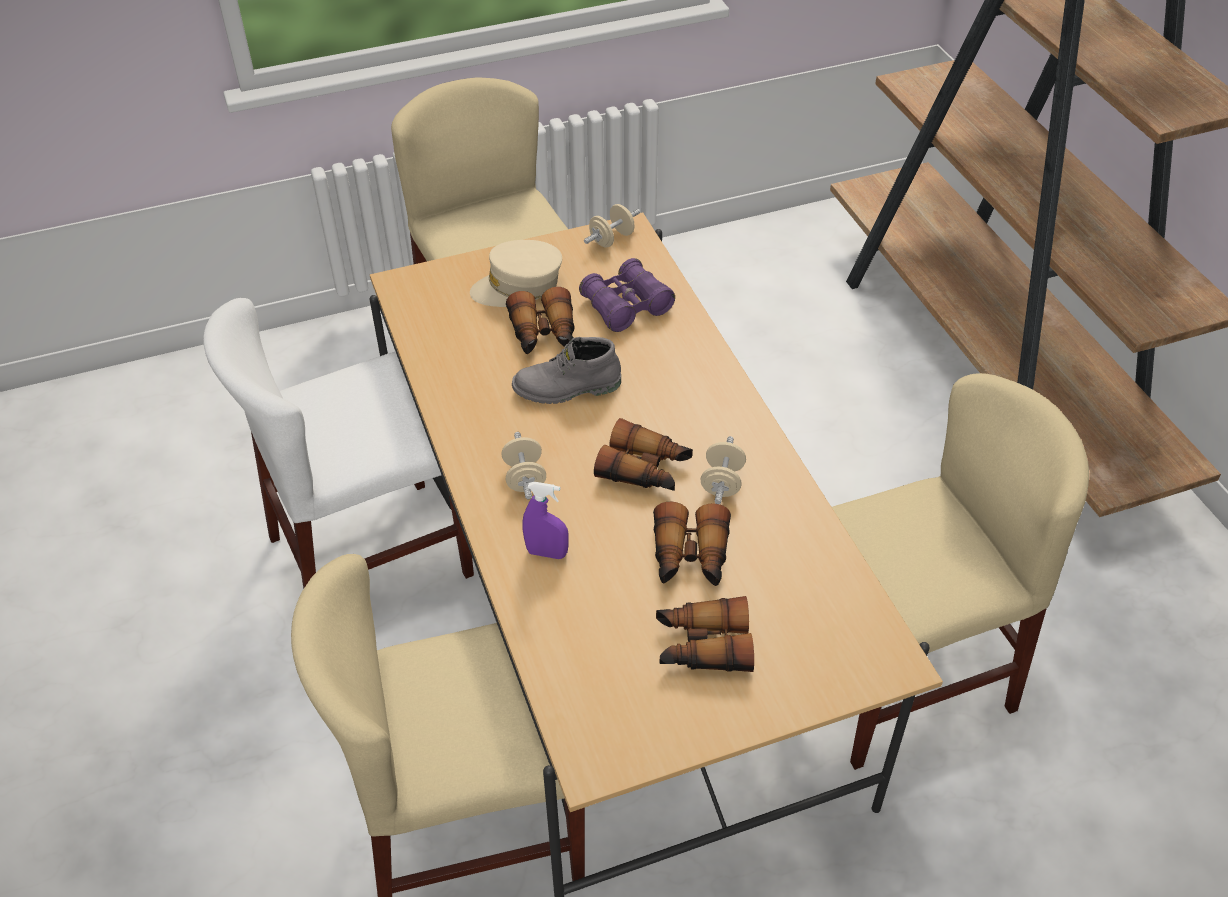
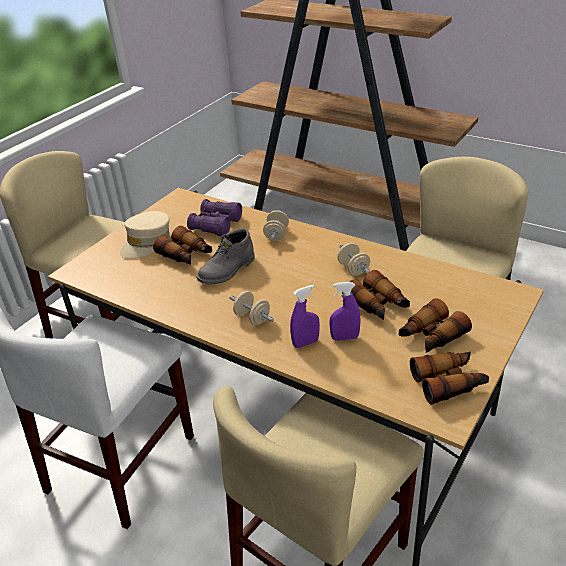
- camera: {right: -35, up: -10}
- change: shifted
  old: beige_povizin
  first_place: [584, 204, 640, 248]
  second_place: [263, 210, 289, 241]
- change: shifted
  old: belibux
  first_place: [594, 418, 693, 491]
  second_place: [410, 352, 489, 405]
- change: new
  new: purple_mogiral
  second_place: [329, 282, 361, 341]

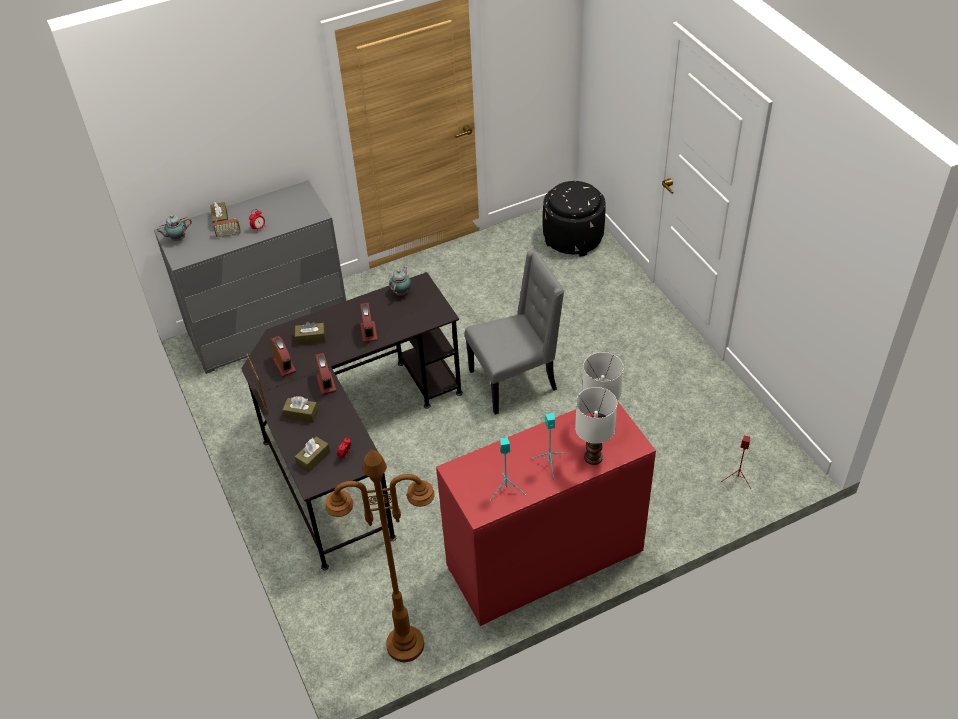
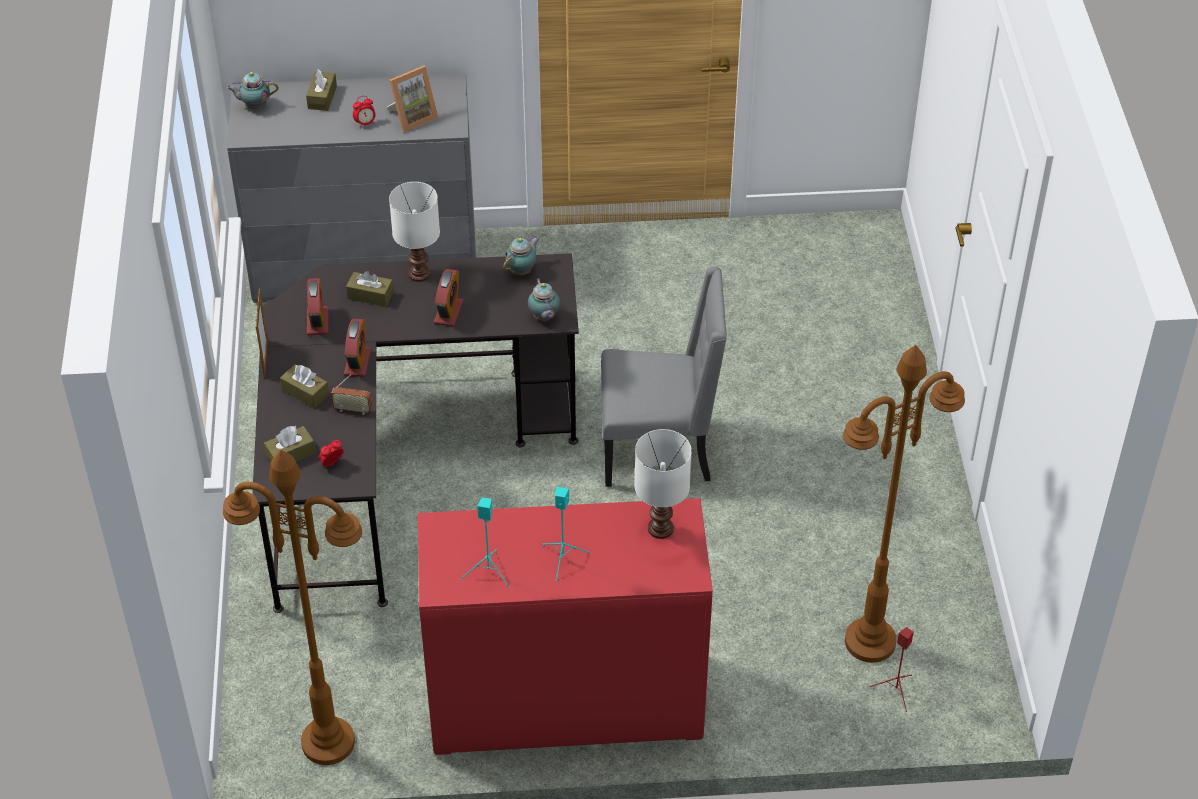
- camera: {right: 20, up: 0}
- change: gone
  old: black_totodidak
  first_place: [543, 181, 606, 257]
- change: shifted
  old: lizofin
  first_place: [213, 210, 241, 238]
  second_place: [331, 374, 372, 415]
- change: shifted
  old: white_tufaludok
  first_place: [575, 387, 617, 465]
  second_place: [389, 182, 440, 282]
- change: new
  new: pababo
  second_place: [387, 65, 438, 132]
- change: new
  new: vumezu
  second_place: [528, 278, 560, 321]
- change: new
  new: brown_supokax
  second_place: [843, 345, 965, 663]

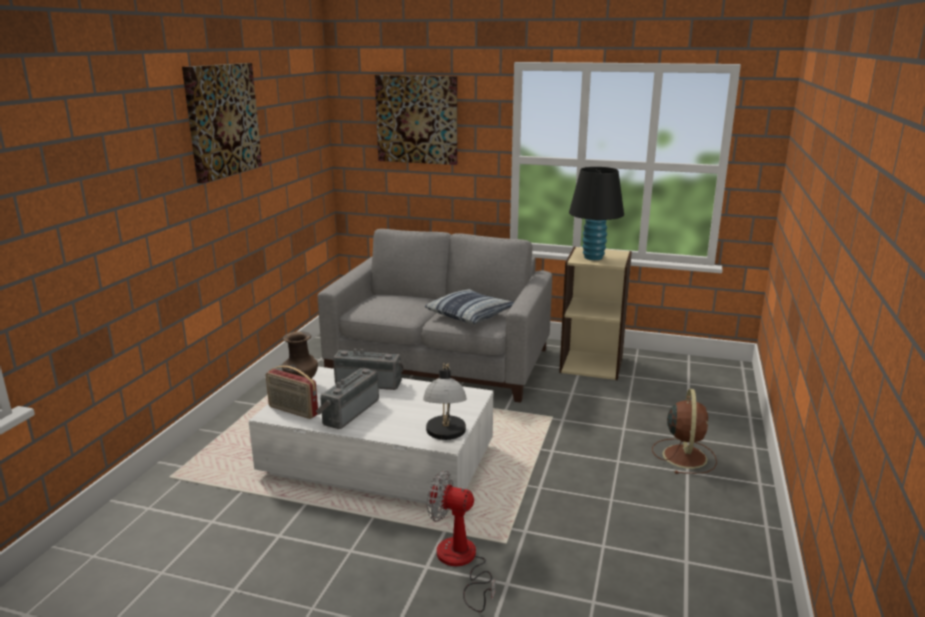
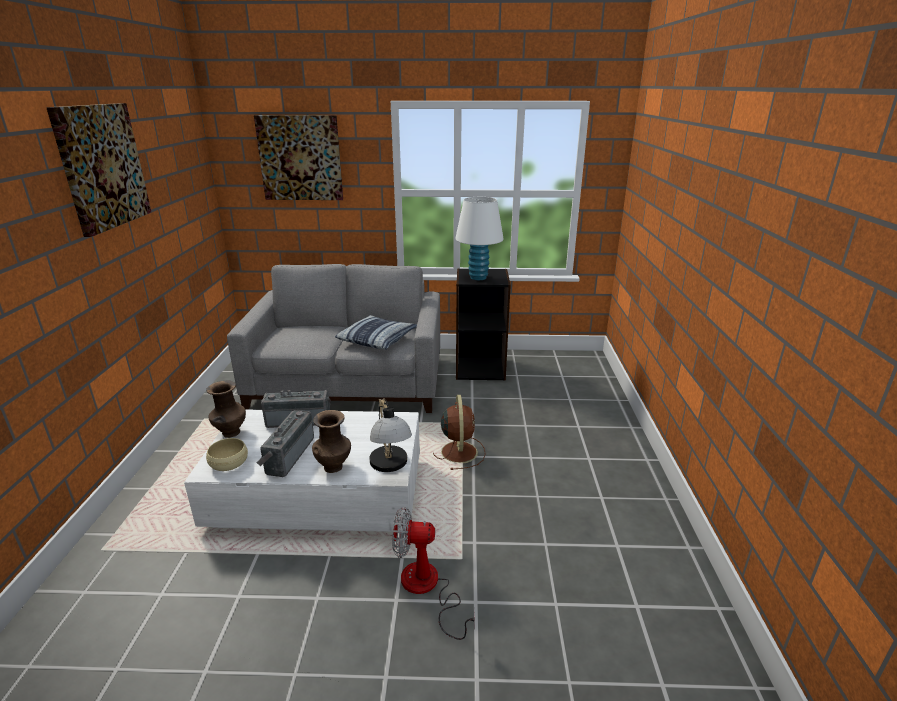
- camera: {right: -15, up: 5}
- change: repainted
  old: black_tufaludok
  new: white_tufaludok
  first_place: [569, 167, 624, 260]
  second_place: [455, 197, 504, 280]
- change: repainted
  old: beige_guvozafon
  new: black_guvozafon
  first_place: [559, 247, 632, 380]
  second_place: [456, 268, 511, 381]
- change: swapped
  old: lizofin
  new: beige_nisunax
  first_place: [265, 366, 318, 419]
  second_place: [206, 438, 248, 471]
- change: shifted
  old: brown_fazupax
  first_place: [652, 389, 717, 474]
  second_place: [433, 395, 486, 470]
- change: new
  new: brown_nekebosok
  second_place: [312, 410, 351, 473]

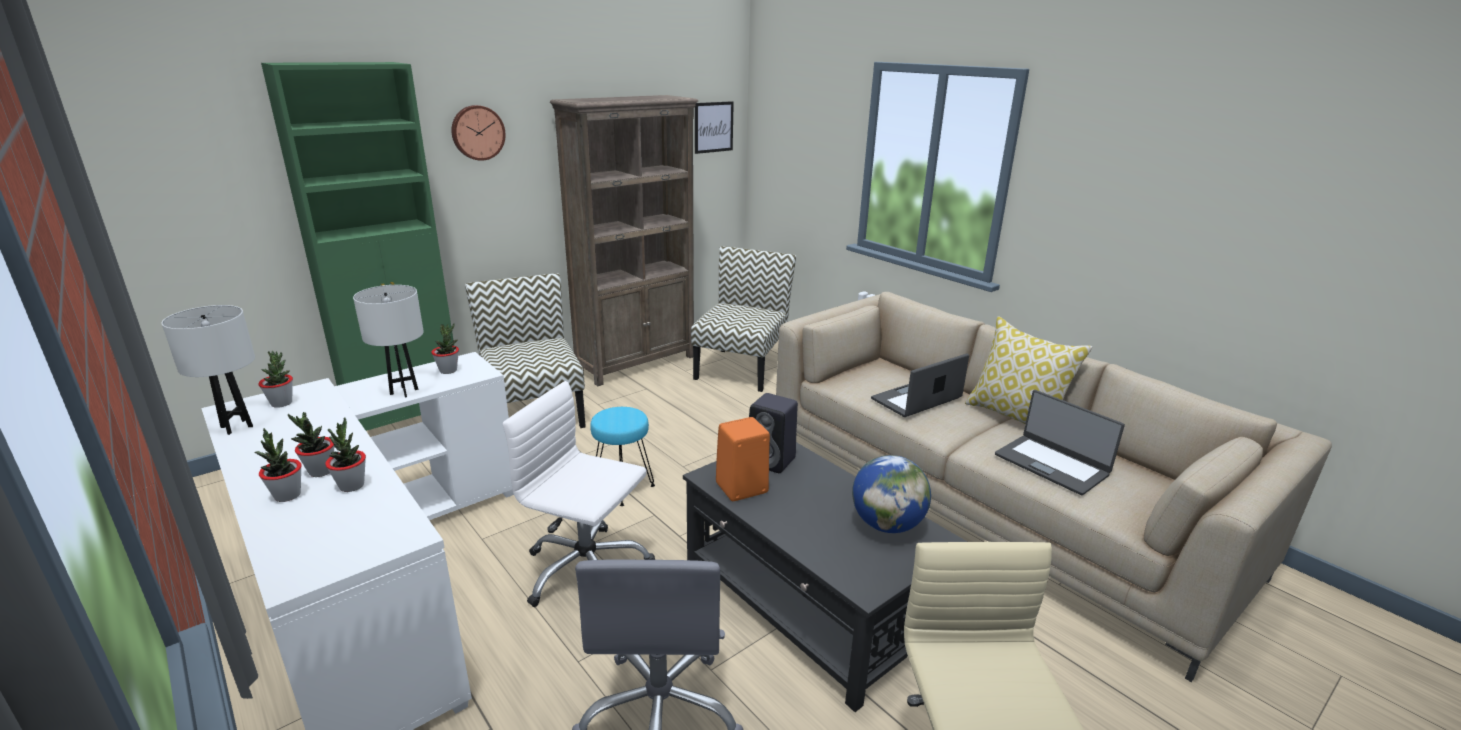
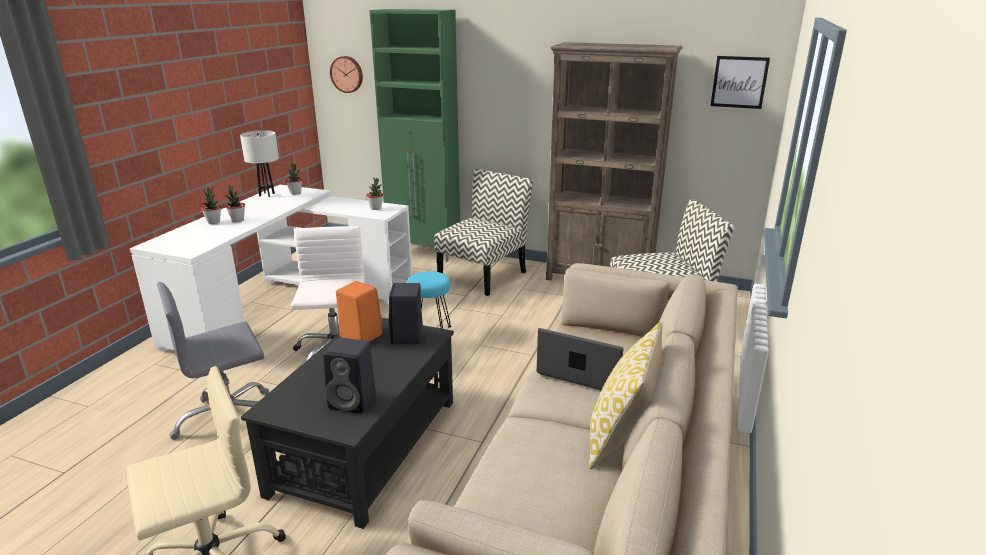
- camera: {right: 60, up: 0}
- change: shifted
  old: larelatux
  first_place: [451, 105, 506, 161]
  second_place: [330, 56, 363, 93]
- change: gone
  old: white_tufaludok
  first_place: [353, 285, 424, 398]
- change: gone
  old: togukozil
  first_place: [995, 390, 1125, 495]
- change: gone
  old: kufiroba
  first_place: [325, 417, 366, 492]
- change: swapped
  old: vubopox
  new: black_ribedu
  first_place: [852, 455, 931, 533]
  second_place: [323, 338, 376, 413]

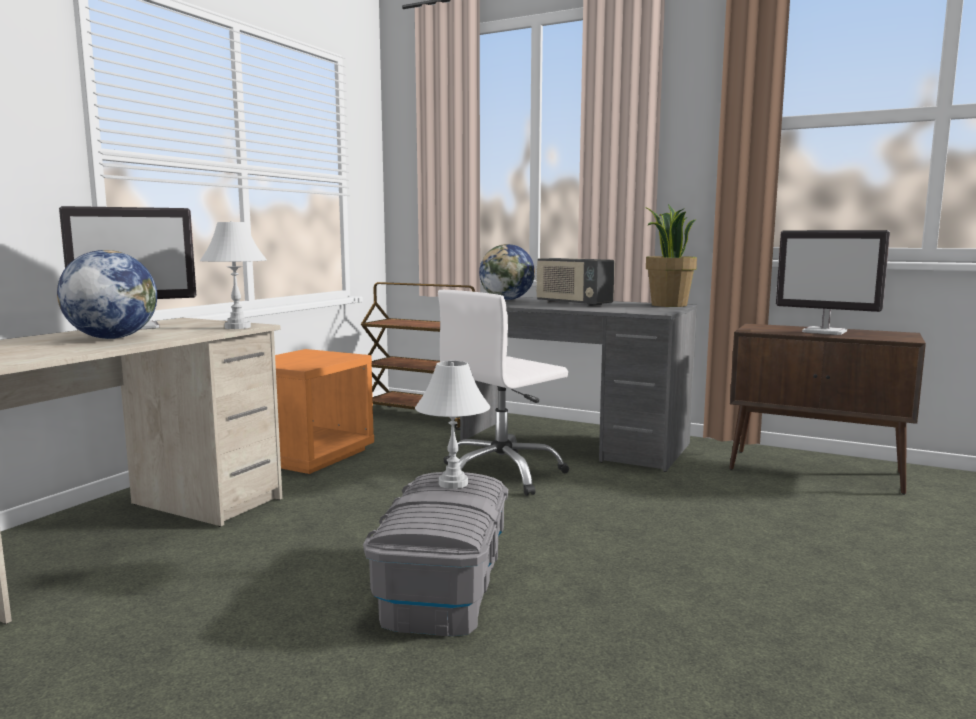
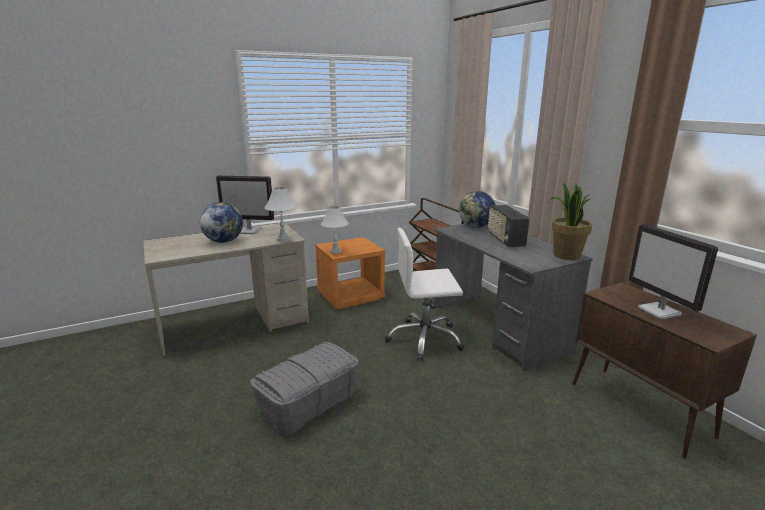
- camera: {right: 35, up: 10}
- change: shifted
  old: white_tufaludok
  first_place: [415, 361, 490, 489]
  second_place: [321, 206, 349, 254]

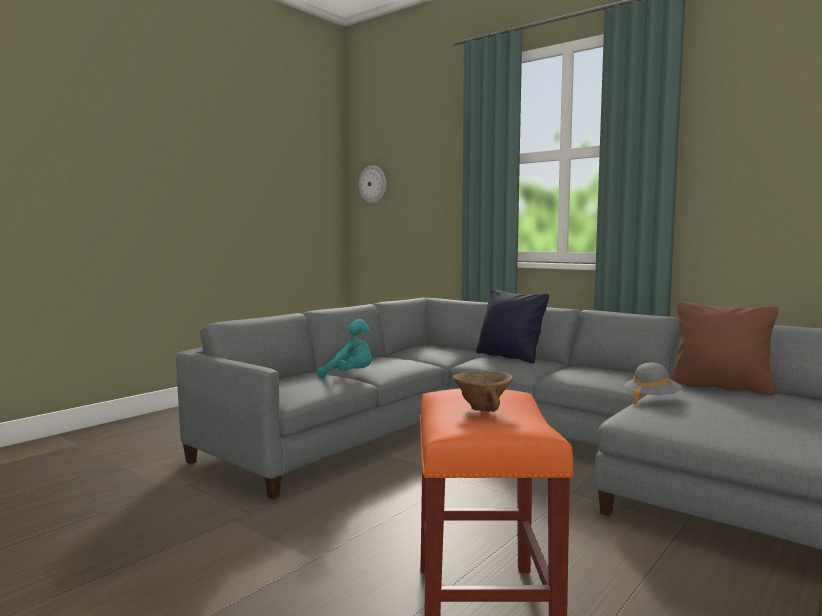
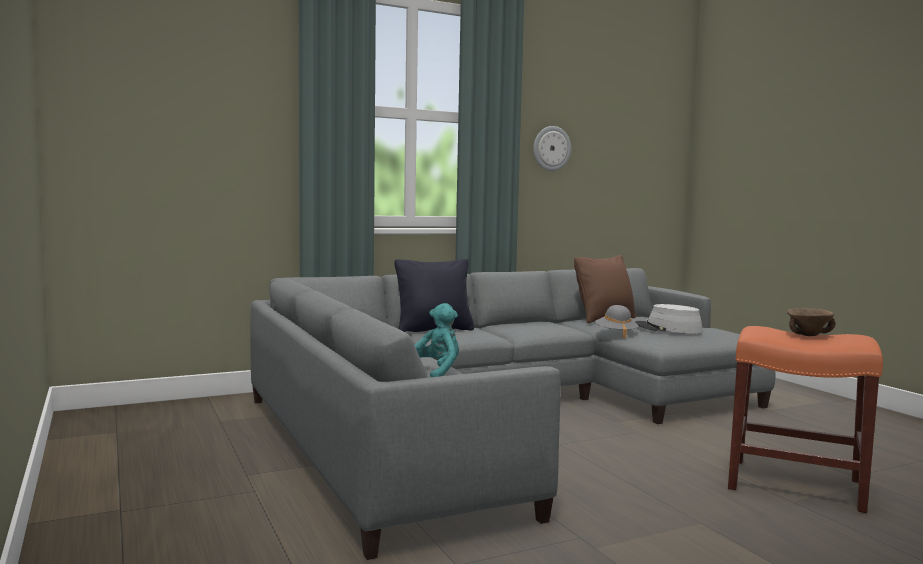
- camera: {right: -65, up: 0}
- change: shifted
  old: larelatux
  first_place: [359, 165, 386, 203]
  second_place: [533, 126, 571, 171]
- change: new
  new: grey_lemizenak
  second_place: [635, 304, 703, 333]

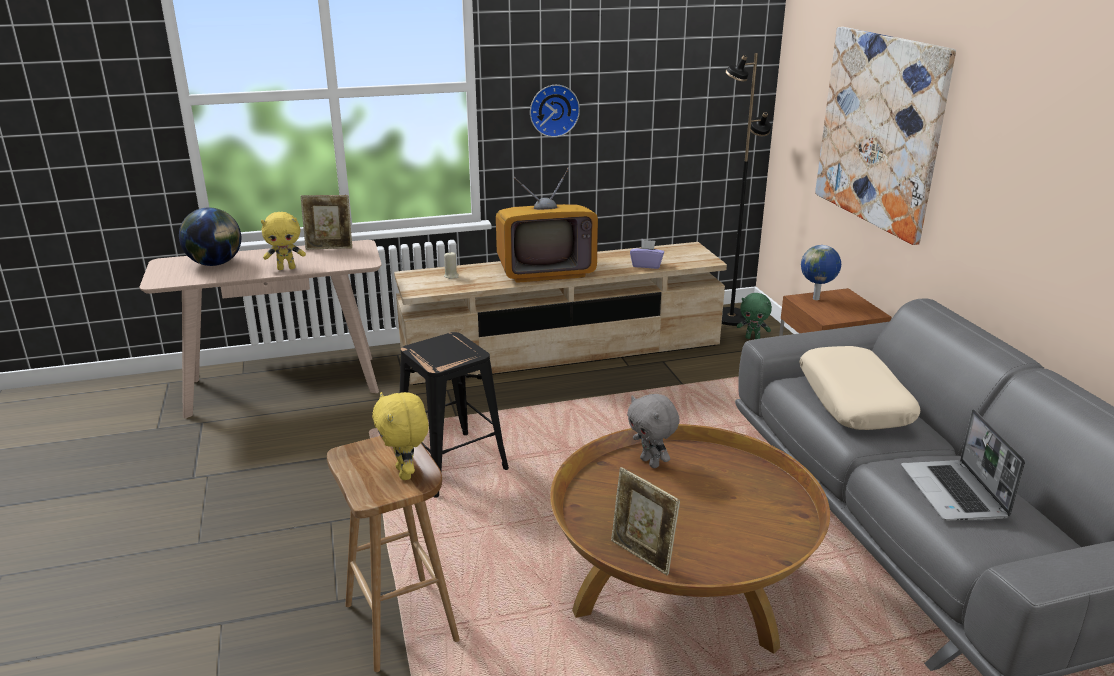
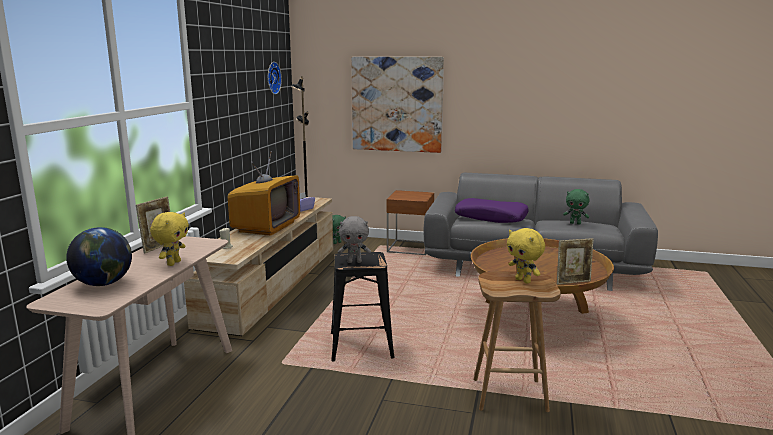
- camera: {right: -60, up: -10}
- change: shifted
  old: larelatux
  first_place: [530, 85, 580, 137]
  second_place: [268, 62, 282, 94]
- change: gone
  old: vubopox
  first_place: [801, 245, 841, 300]
- change: repainted
  old: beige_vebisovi
  new: purple_vebisovi
  first_place: [799, 346, 920, 430]
  second_place: [455, 198, 528, 223]
- change: rotated
  old: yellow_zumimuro
  first_place: [372, 392, 429, 480]
  second_place: [507, 228, 545, 284]
  degrees: 45
- change: shifted
  old: grey_zumimuro
  first_place: [627, 394, 680, 468]
  second_place: [338, 216, 371, 263]
- change: swapped
  old: togukozil
  new: green_zumimuro
  first_place: [901, 409, 1025, 521]
  second_place: [563, 189, 589, 225]

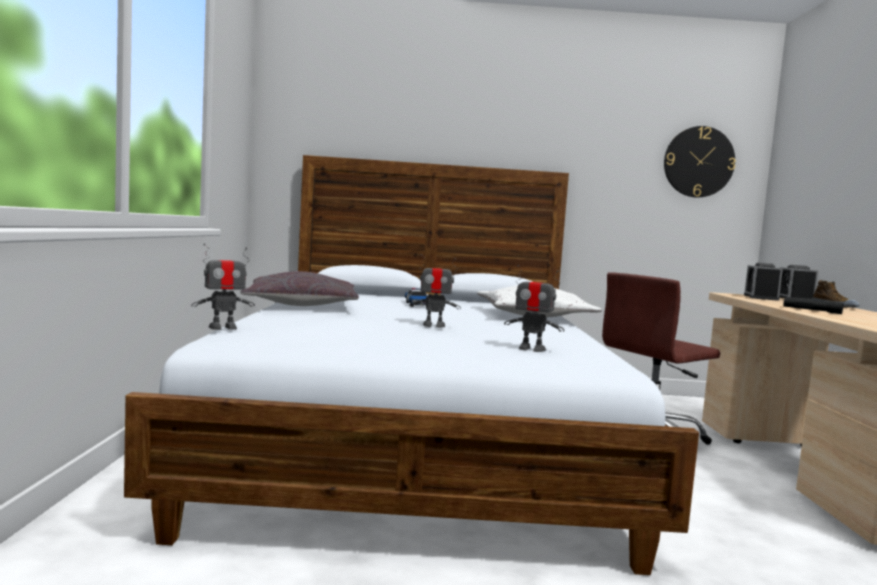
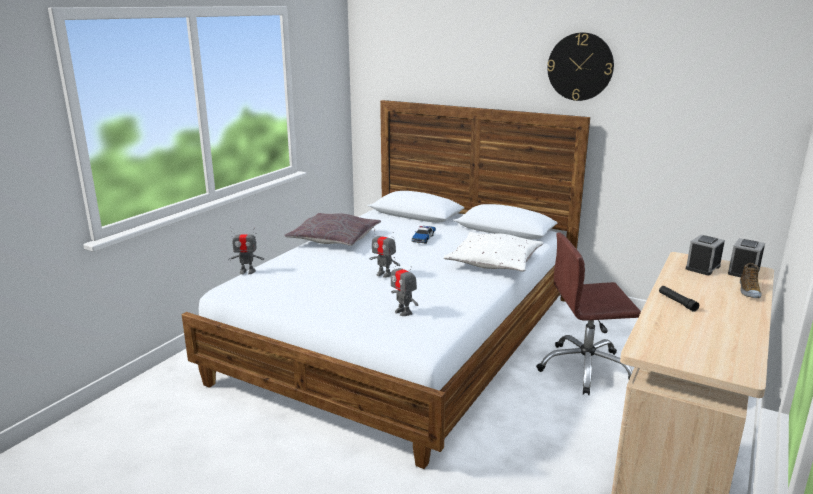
- camera: {right: 30, up: 15}
- change: shifted
  old: larelatux
  first_place: [664, 126, 736, 197]
  second_place: [547, 32, 614, 101]

